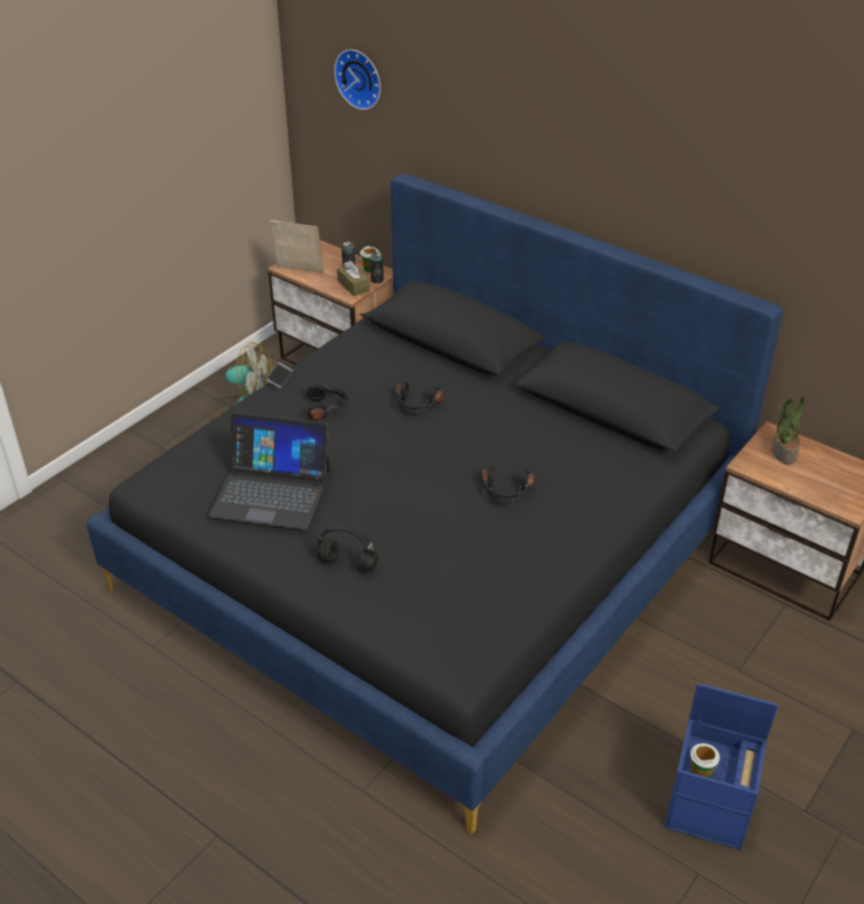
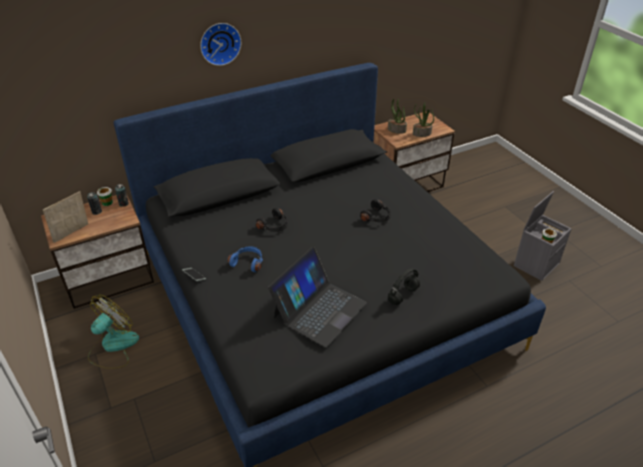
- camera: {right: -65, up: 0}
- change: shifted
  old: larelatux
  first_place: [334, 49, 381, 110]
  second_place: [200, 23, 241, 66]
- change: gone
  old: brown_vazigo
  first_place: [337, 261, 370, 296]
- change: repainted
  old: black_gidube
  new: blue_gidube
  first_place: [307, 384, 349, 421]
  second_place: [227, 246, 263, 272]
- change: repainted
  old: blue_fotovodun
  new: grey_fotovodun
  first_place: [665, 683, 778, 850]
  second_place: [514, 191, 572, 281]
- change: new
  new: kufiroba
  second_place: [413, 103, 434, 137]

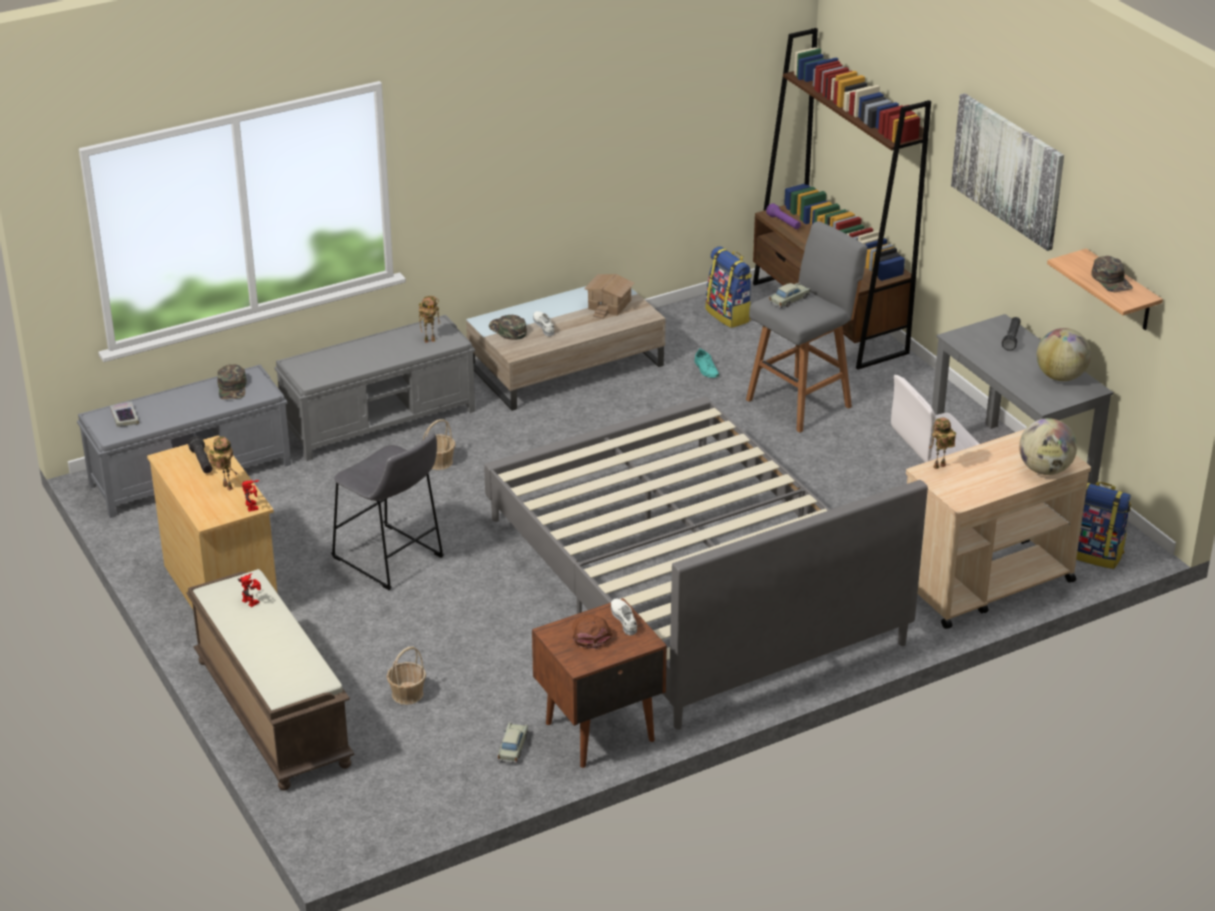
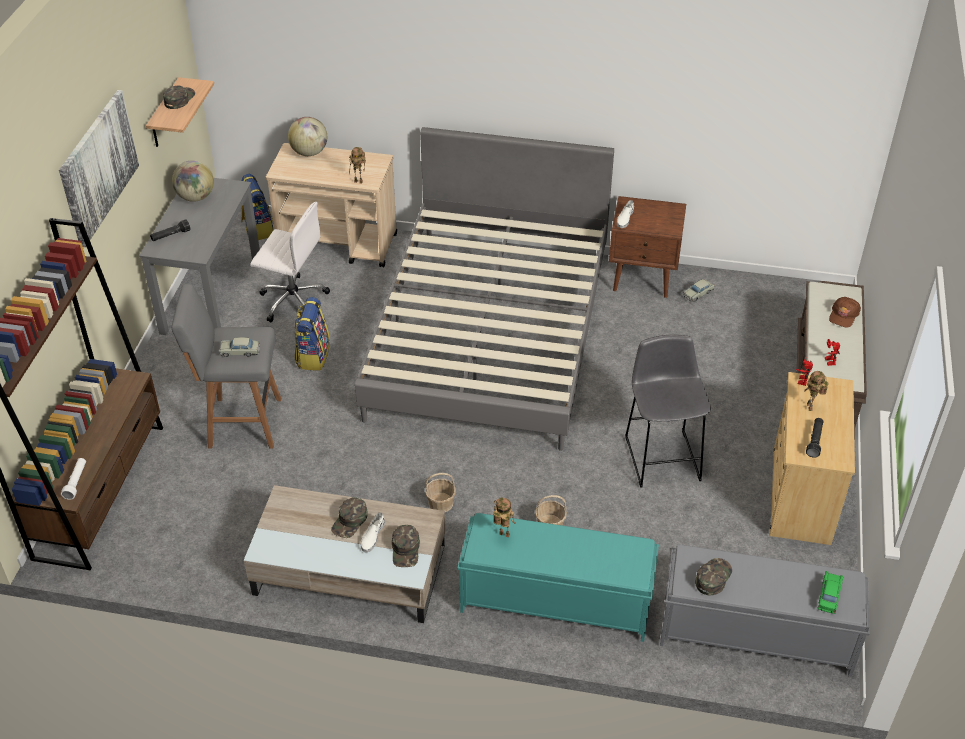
- camera: {right: -140, up: 10}
- change: repainted
  old: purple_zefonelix
  new: white_zefonelix
  first_place: [766, 203, 801, 229]
  second_place: [61, 458, 86, 500]
- change: shifted
  old: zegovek
  first_place: [706, 246, 752, 328]
  second_place: [295, 297, 330, 371]
- change: gone
  old: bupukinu
  first_place: [584, 274, 635, 319]
- change: repainted
  old: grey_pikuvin
  new: turquoise_pikuvin
  first_place: [274, 315, 475, 461]
  second_place: [457, 513, 659, 642]
- change: gone
  old: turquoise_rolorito
  first_place: [694, 348, 719, 378]
- change: swapped
  old: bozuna
  new: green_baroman
  first_place: [110, 401, 139, 427]
  second_place: [817, 571, 843, 614]
- change: shifted
  old: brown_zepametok
  first_place: [572, 614, 612, 649]
  second_place: [829, 297, 861, 327]
- change: shifted
  old: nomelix
  first_place: [387, 646, 426, 705]
  second_place: [425, 473, 456, 512]
- change: new
  new: green_zepametok
  second_place: [331, 497, 368, 538]

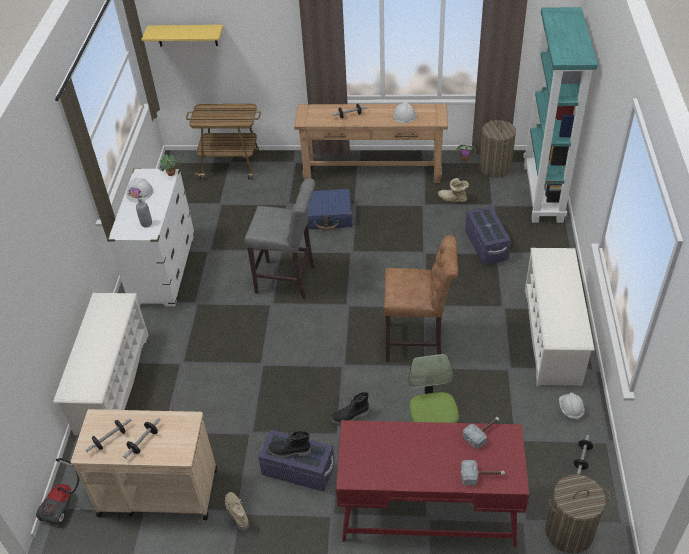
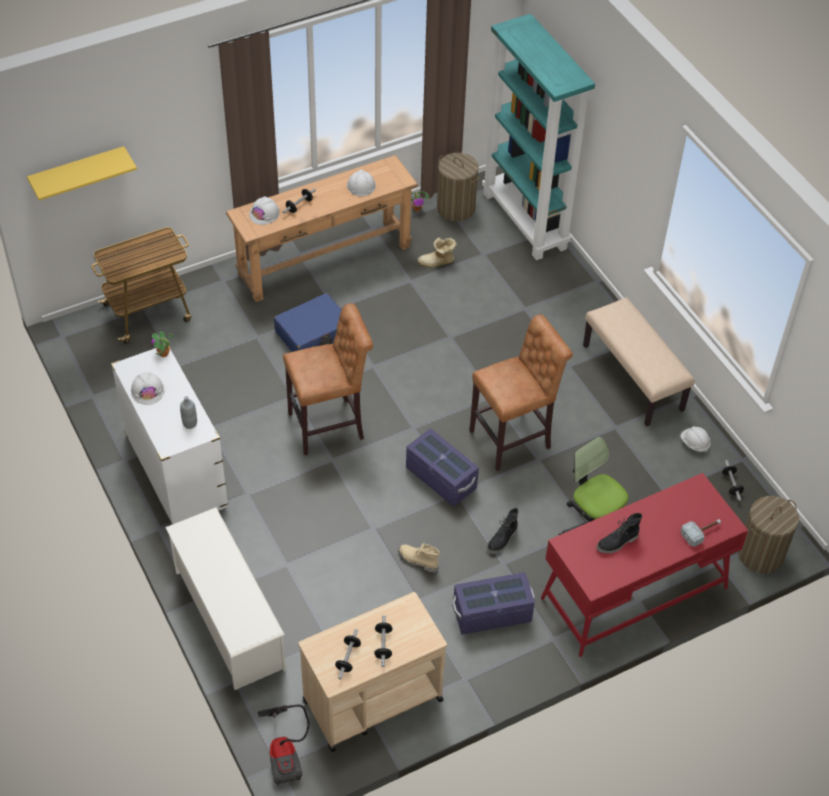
- camera: {right: -35, up: 5}
- change: repainted
  old: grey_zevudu
  new: brown_zevudu
  first_place: [245, 178, 315, 299]
  second_place: [283, 303, 373, 455]
- change: shifted
  old: purple_fotovodun
  first_place: [465, 206, 511, 265]
  second_place: [406, 429, 479, 507]
- change: swapped
  old: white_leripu
  new: beige_pikuvin
  first_place: [525, 248, 594, 387]
  second_place: [583, 297, 694, 426]
- change: gone
  old: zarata
  first_place: [463, 417, 499, 449]
- change: shifted
  old: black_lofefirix
  first_place: [267, 430, 311, 458]
  second_place: [596, 513, 642, 554]
- change: shifted
  old: beige_lofefirix
  first_place: [225, 492, 249, 531]
  second_place: [398, 543, 440, 573]
- change: new
  new: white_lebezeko
  second_place: [249, 196, 280, 225]

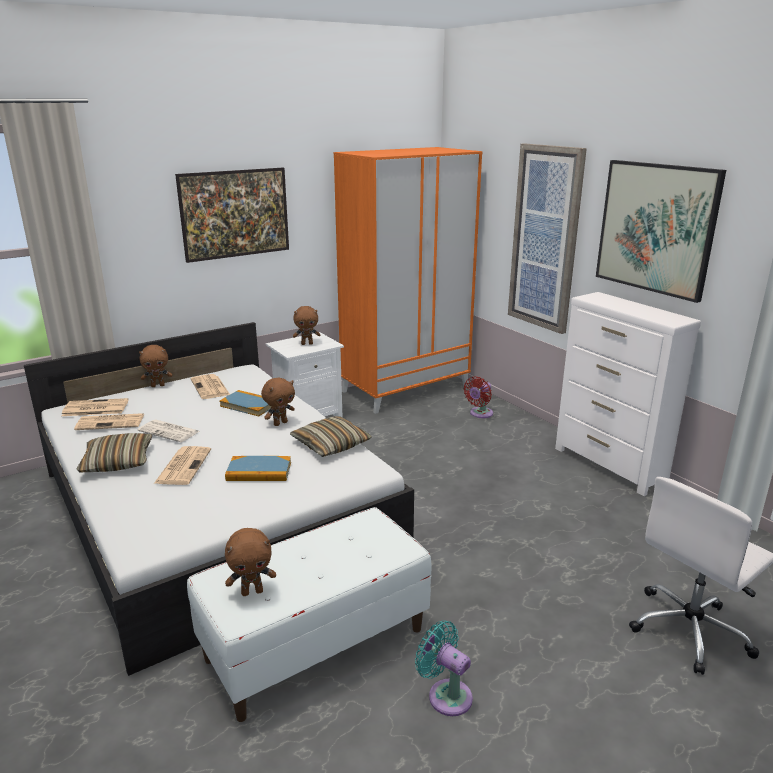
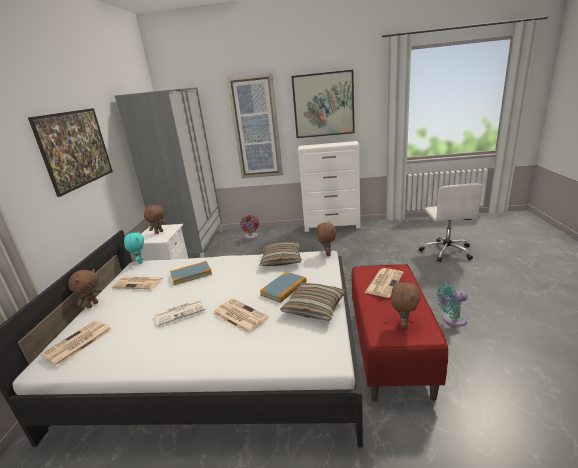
- camera: {right: -50, up: 0}
- change: repainted
  old: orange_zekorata
  new: grey_zekorata
  first_place: [333, 147, 483, 414]
  second_place: [115, 88, 223, 258]
- change: shifted
  old: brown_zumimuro
  first_place: [261, 378, 295, 426]
  second_place: [316, 222, 337, 256]
- change: shifted
  old: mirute
  first_place: [74, 413, 144, 430]
  second_place: [364, 268, 404, 298]
- change: shifted
  old: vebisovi
  first_place: [76, 433, 152, 472]
  second_place: [280, 283, 345, 321]
- change: repainted
  old: white_pikuvin
  new: red_pikuvin
  first_place: [187, 507, 431, 722]
  second_place: [351, 264, 448, 401]
- change: new
  new: turquoise_zumimuro
  second_place: [124, 232, 144, 264]

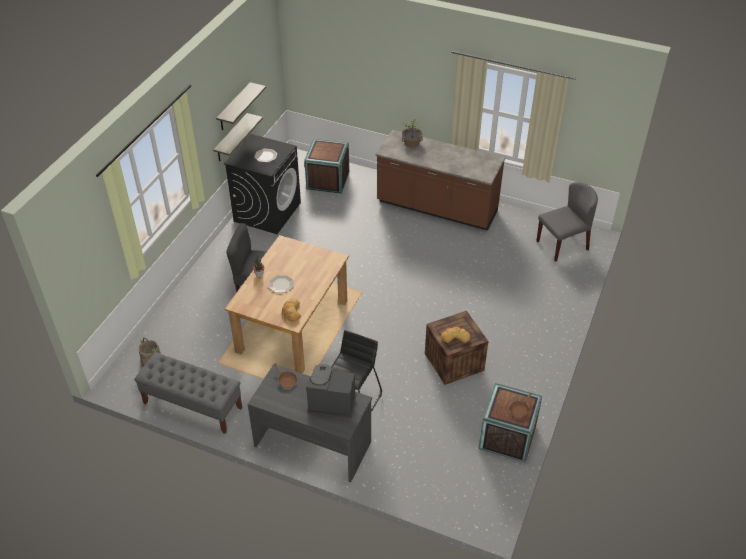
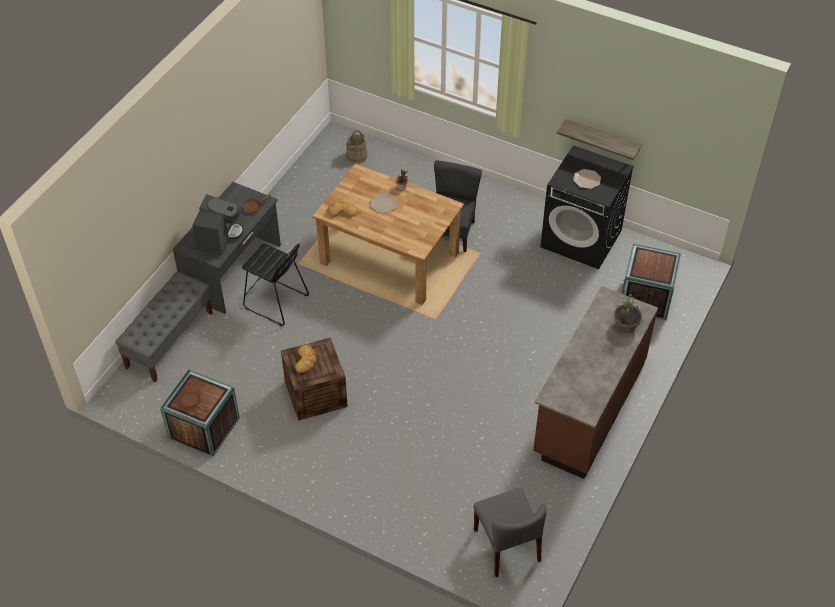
- camera: {right: 95, up: 5}
- change: gone
  old: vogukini
  first_place: [216, 82, 266, 131]
- change: shifted
  old: grey_pikuvin
  first_place: [134, 352, 242, 434]
  second_place: [115, 272, 213, 382]

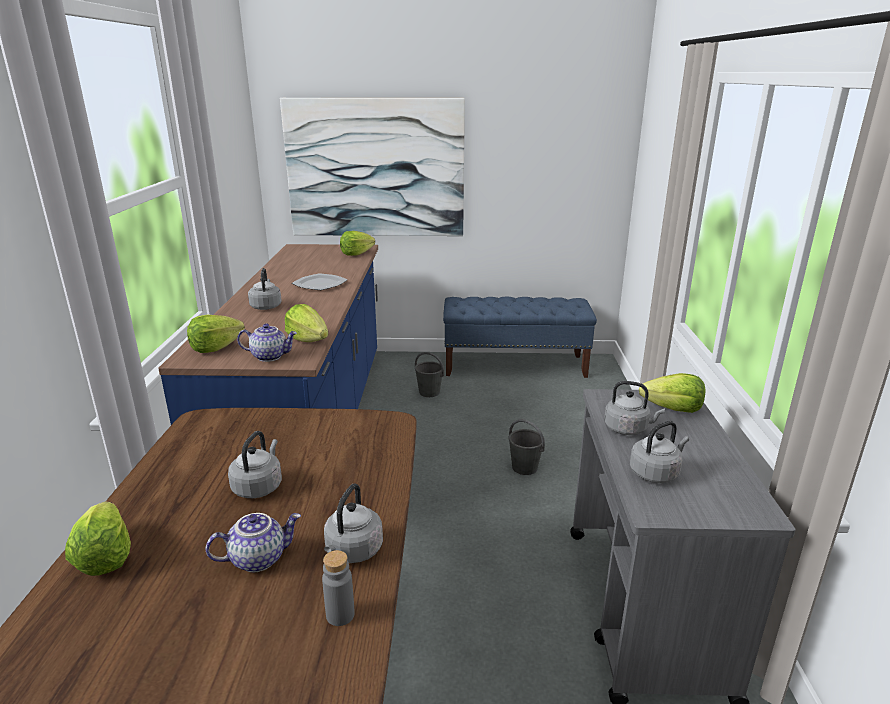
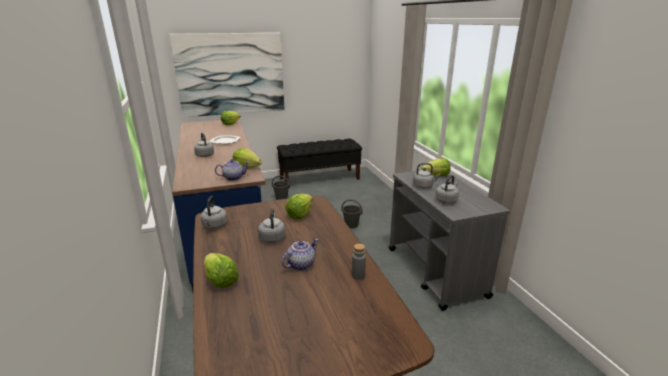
- camera: {right: -20, up: 0}
- change: repainted
  old: blue_pikuvin
  new: black_pikuvin
  first_place: [443, 297, 597, 378]
  second_place: [277, 139, 362, 182]
- change: shifted
  old: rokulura
  first_place: [187, 315, 245, 353]
  second_place: [285, 194, 313, 219]
- change: shifted
  old: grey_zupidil
  first_place: [324, 484, 383, 563]
  second_place: [200, 196, 227, 229]

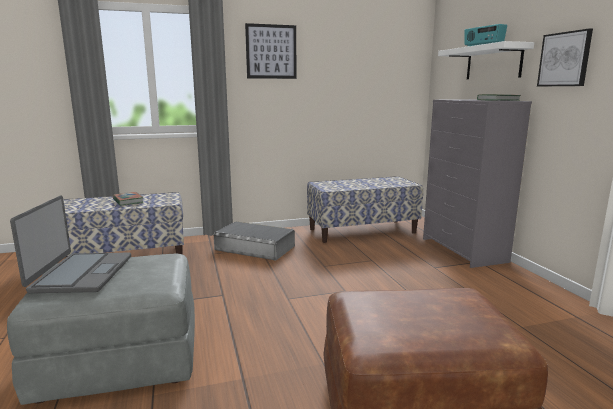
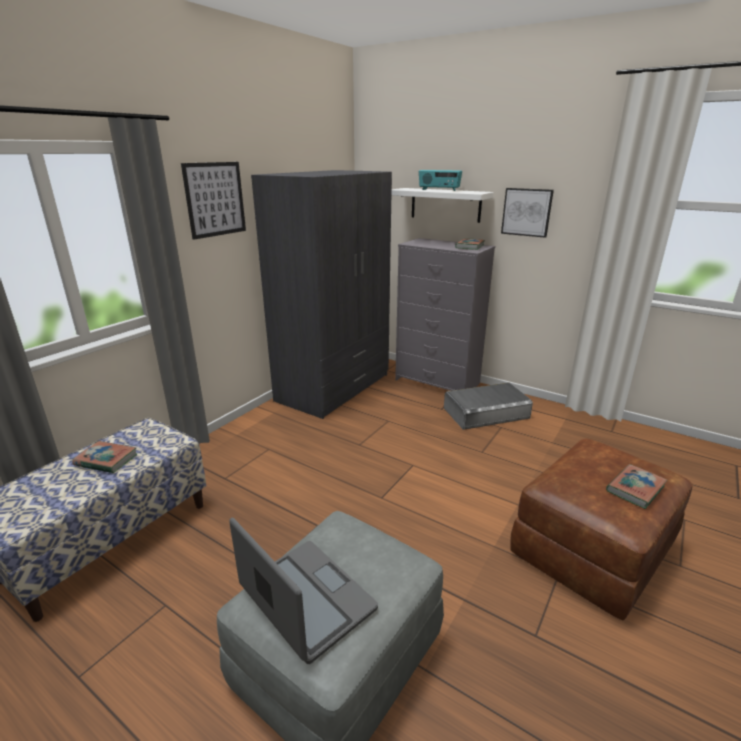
- camera: {right: -40, up: 10}
- change: swapped
  old: pikuvin
  new: grey_zekorata
  first_place: [307, 176, 423, 243]
  second_place: [251, 170, 392, 419]
- change: shifted
  old: grey_fotovodun
  first_place: [214, 221, 295, 260]
  second_place: [444, 382, 533, 430]
- change: new
  new: bozuna
  second_place: [606, 464, 667, 509]

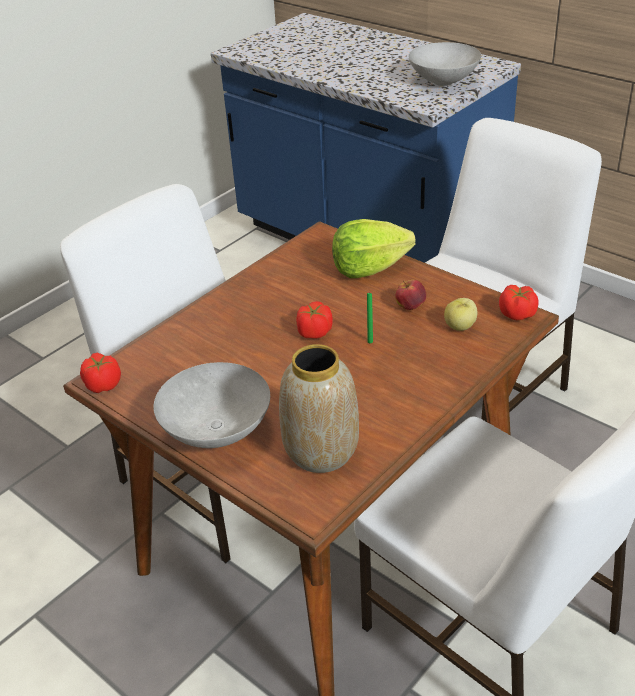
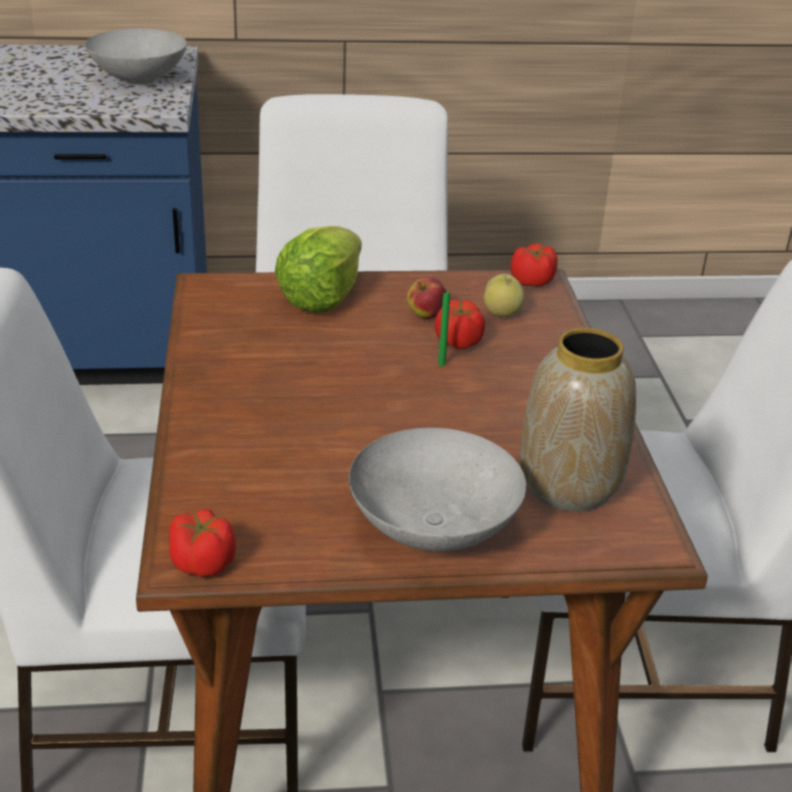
- camera: {right: -50, up: -5}
- change: shifted
  old: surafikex
  first_place: [296, 301, 333, 339]
  second_place: [435, 299, 485, 349]

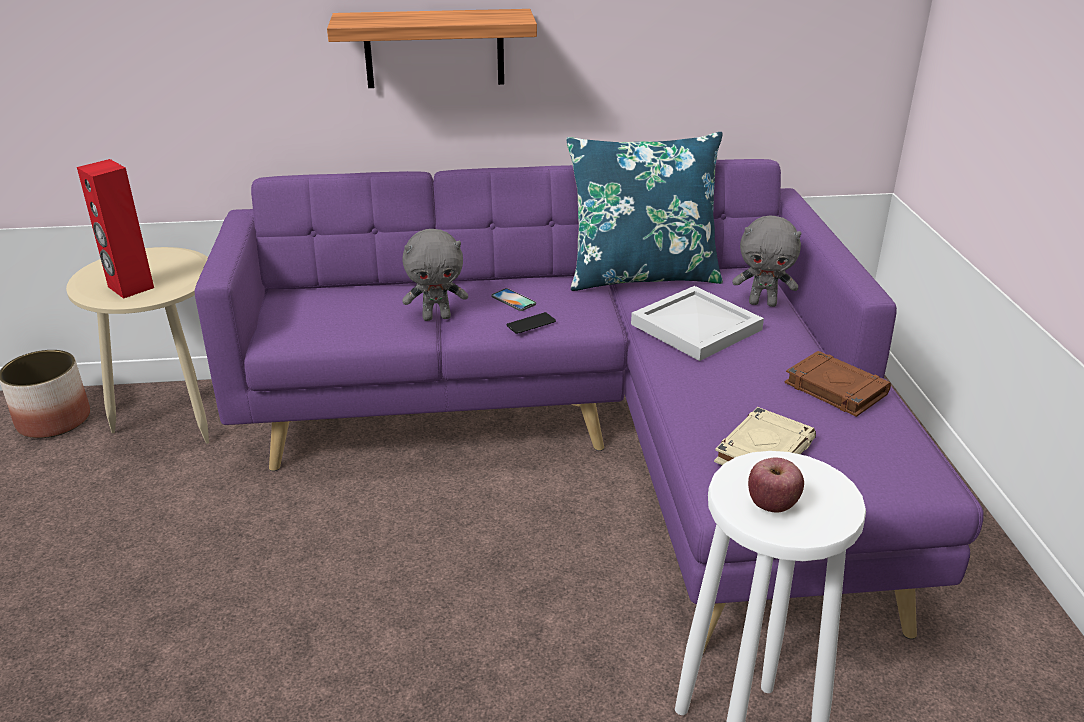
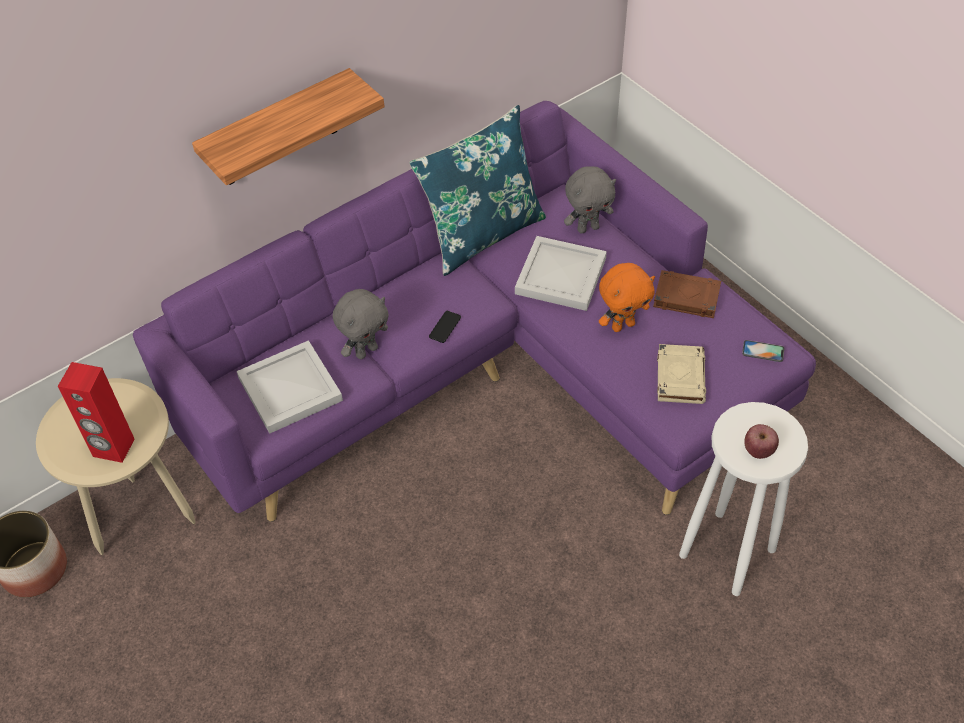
- camera: {right: -30, up: 20}
- change: shifted
  old: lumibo
  first_place: [492, 288, 536, 311]
  second_place: [742, 340, 784, 362]
- change: new
  new: orange_zumimuro
  second_place: [599, 263, 655, 332]
- change: new
  new: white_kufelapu
  second_place: [237, 340, 343, 434]

